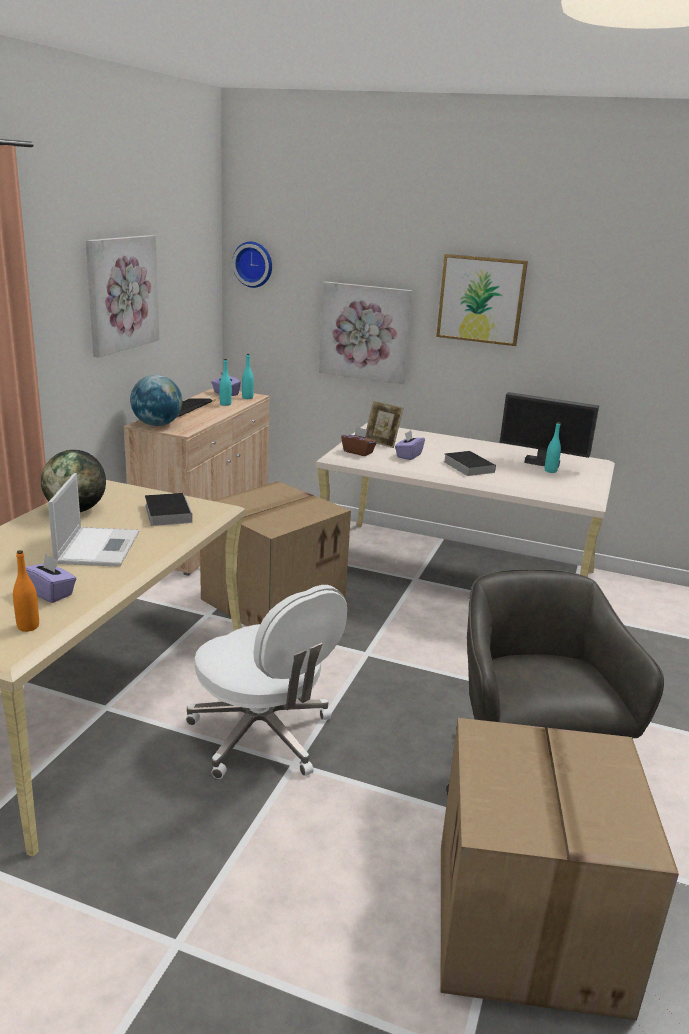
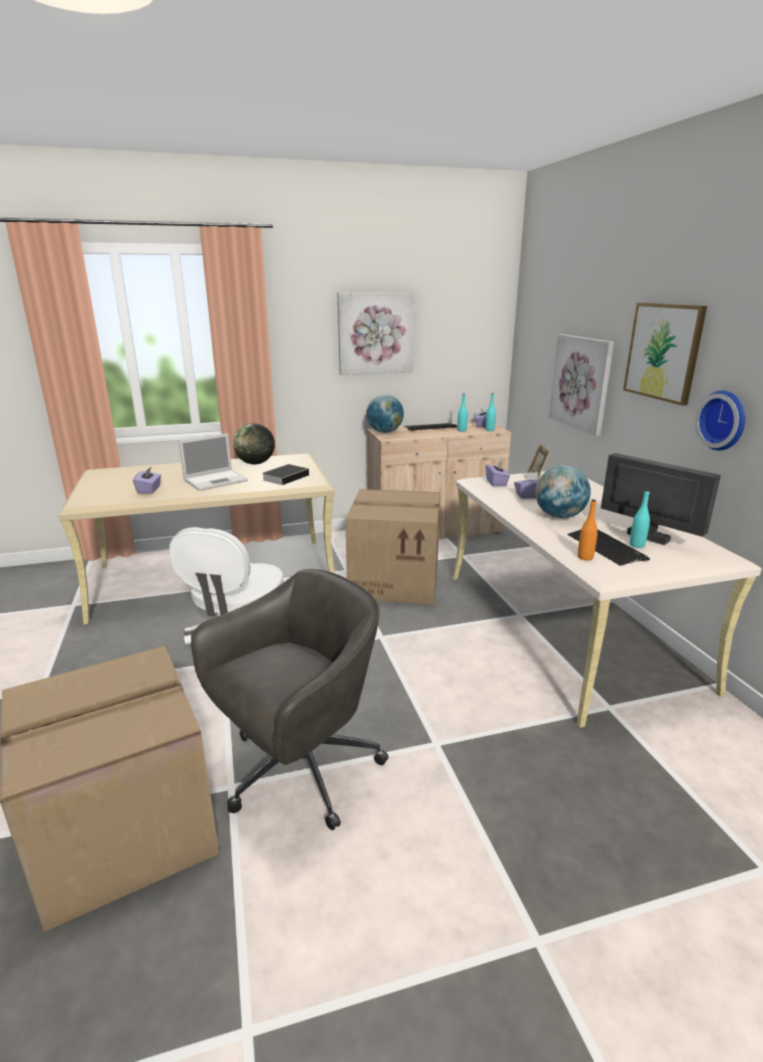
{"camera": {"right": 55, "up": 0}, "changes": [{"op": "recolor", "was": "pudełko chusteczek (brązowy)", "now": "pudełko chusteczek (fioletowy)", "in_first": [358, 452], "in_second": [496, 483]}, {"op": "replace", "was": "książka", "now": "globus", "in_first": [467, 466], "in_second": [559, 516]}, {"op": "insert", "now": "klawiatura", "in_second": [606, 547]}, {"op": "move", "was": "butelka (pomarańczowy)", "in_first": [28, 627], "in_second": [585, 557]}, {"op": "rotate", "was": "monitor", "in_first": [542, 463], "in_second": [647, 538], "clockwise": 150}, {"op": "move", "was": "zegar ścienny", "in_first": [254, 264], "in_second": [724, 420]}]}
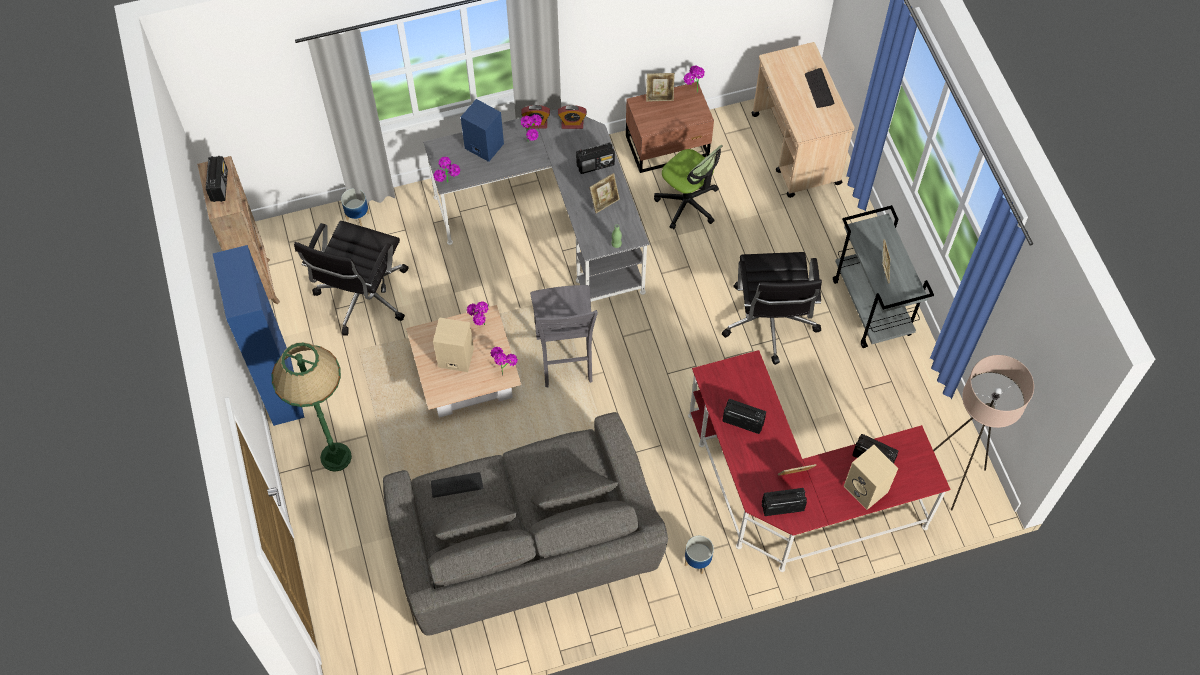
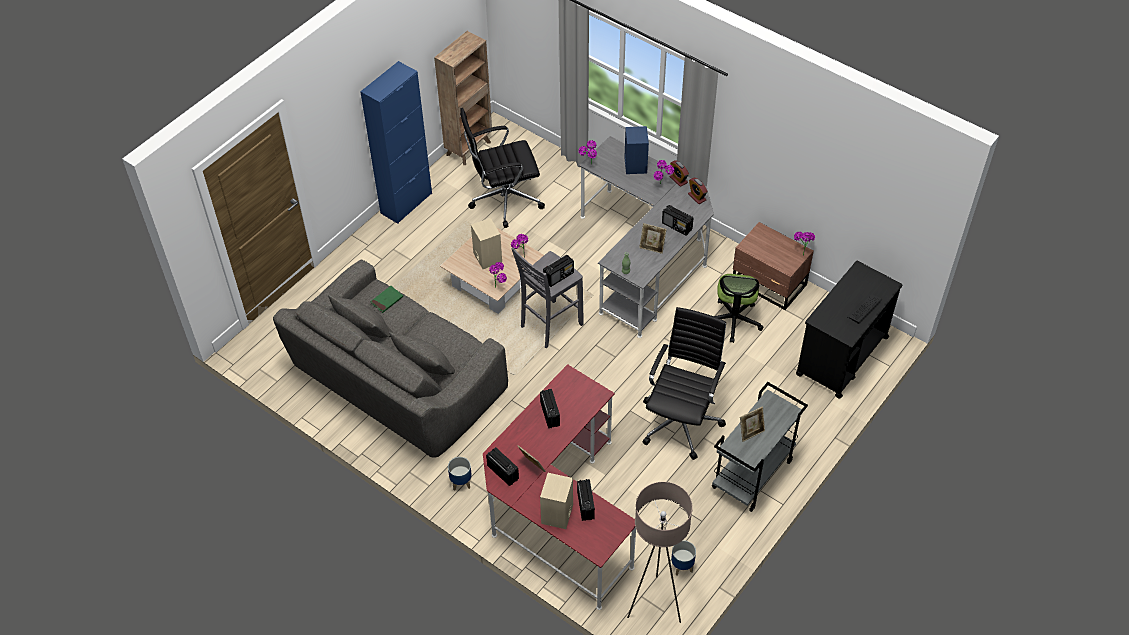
{"camera": {"right": 55, "up": -10}, "changes": [{"op": "replace", "was": "klawiatura", "now": "książka (zielony)", "in_first": [456, 485], "in_second": [387, 300]}, {"op": "move", "was": "radio", "in_first": [219, 185], "in_second": [559, 276]}, {"op": "rotate", "was": "krzesło biurowe (czarny)", "in_first": [769, 323], "in_second": [681, 421], "clockwise": 150}, {"op": "move", "was": "donica", "in_first": [358, 216], "in_second": [682, 566]}, {"op": "recolor", "was": "wózek (beżowy)", "now": "wózek (czarny)", "in_first": [796, 149], "in_second": [841, 356]}, {"op": "delete", "was": "lampa stojąca (zielony)", "in_first": [336, 457]}, {"op": "delete", "was": "ramka na zdjęcie", "in_first": [659, 96]}]}
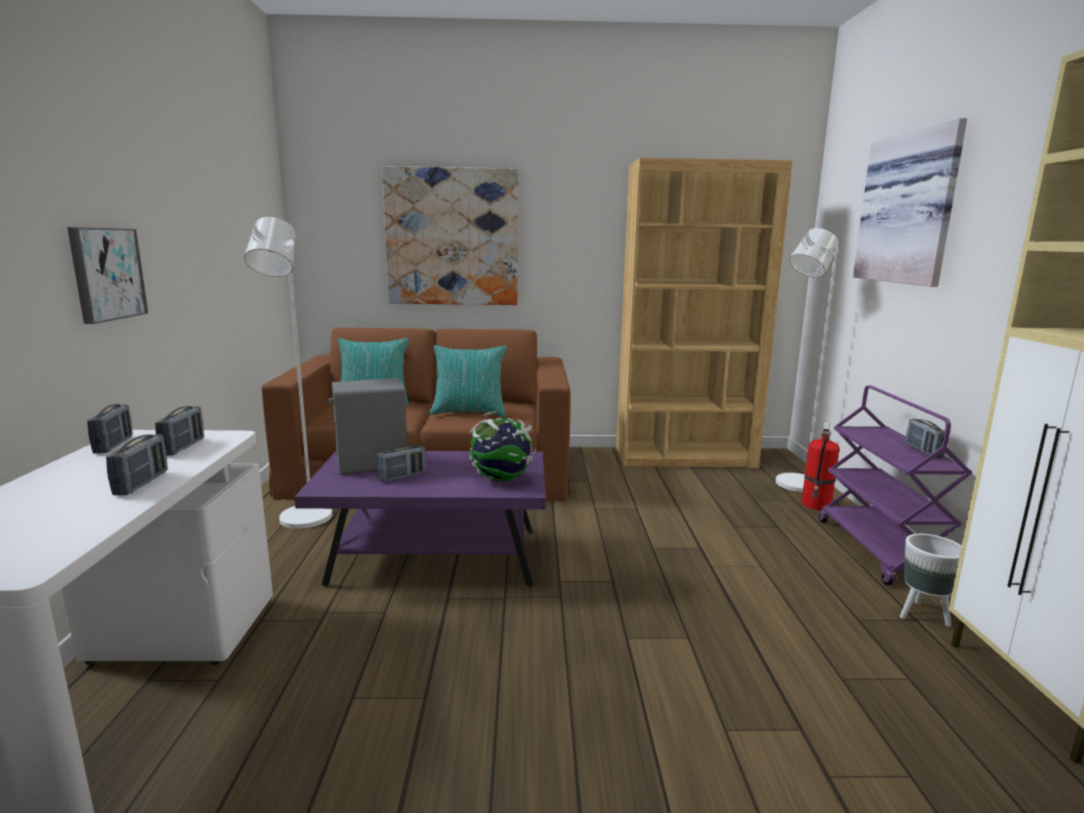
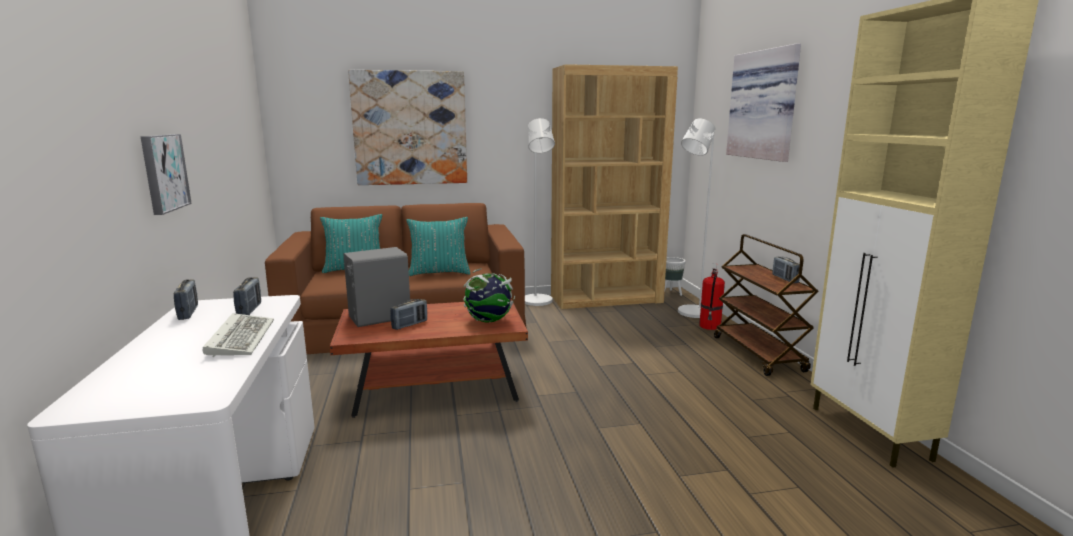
{"camera": {"right": -10, "up": 0}, "changes": [{"op": "replace", "was": "radio", "now": "klawiatura", "in_first": [142, 483], "in_second": [240, 338]}, {"op": "recolor", "was": "ława (fioletowy)", "now": "ława (brązowy)", "in_first": [435, 558], "in_second": [435, 389]}, {"op": "move", "was": "lampa stojąca (biały)", "in_first": [302, 522], "in_second": [538, 302]}, {"op": "move", "was": "donica (biały)", "in_first": [922, 615], "in_second": [671, 293]}, {"op": "recolor", "was": "wózek (fioletowy)", "now": "wózek (brązowy)", "in_first": [879, 551], "in_second": [758, 354]}]}
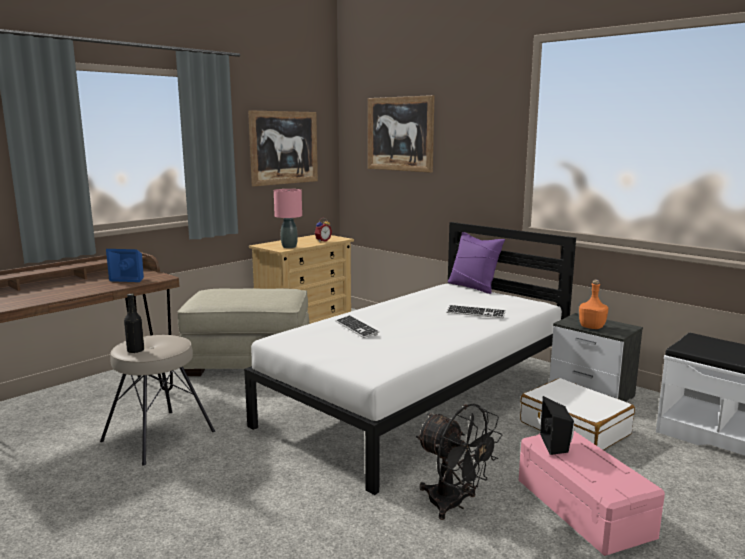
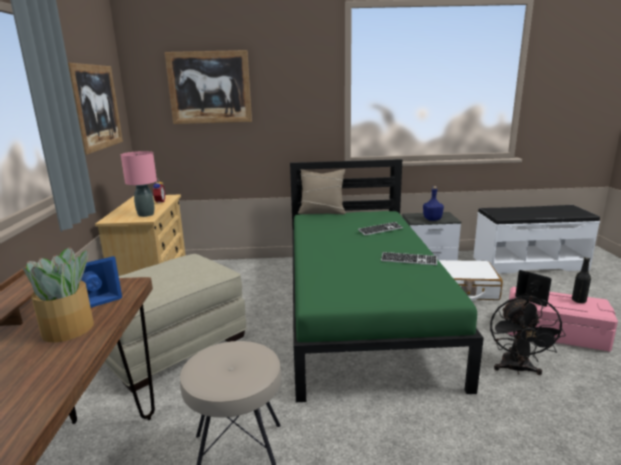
{"camera": {"right": -45, "up": 5}, "changes": [{"op": "insert", "now": "roślina doniczkowa", "in_second": [69, 329]}, {"op": "recolor", "was": "łóżko (biały)", "now": "łóżko (zielony)", "in_first": [421, 399], "in_second": [361, 311]}, {"op": "recolor", "was": "poduszka (fioletowy)", "now": "poduszka (beżowy)", "in_first": [473, 287], "in_second": [322, 212]}, {"op": "move", "was": "klawiatura", "in_first": [356, 328], "in_second": [409, 260]}, {"op": "recolor", "was": "butelka (pomarańczowy)", "now": "butelka (niebieski)", "in_first": [591, 327], "in_second": [432, 219]}, {"op": "rotate", "was": "wentylator (czarny)", "in_first": [454, 504], "in_second": [516, 369], "clockwise": 105}, {"op": "move", "was": "butelka (czarny)", "in_first": [135, 351], "in_second": [578, 300]}]}
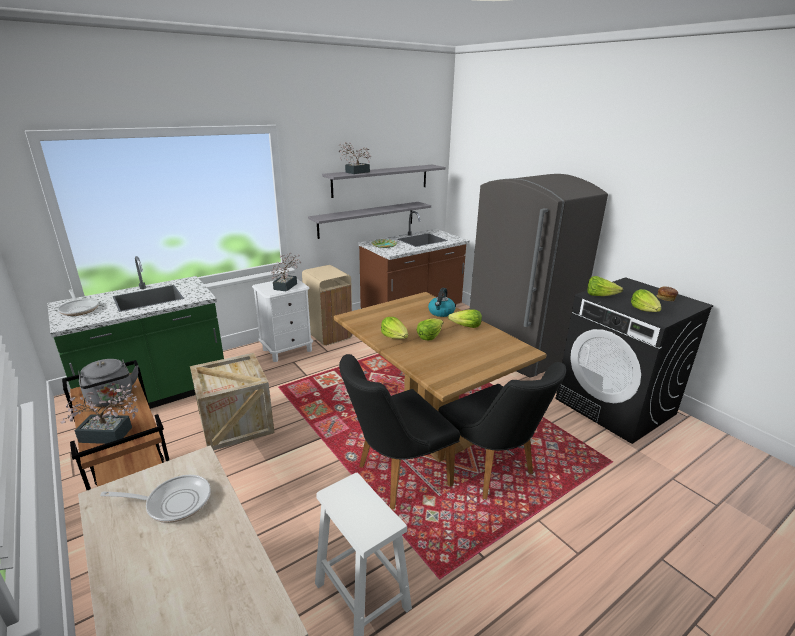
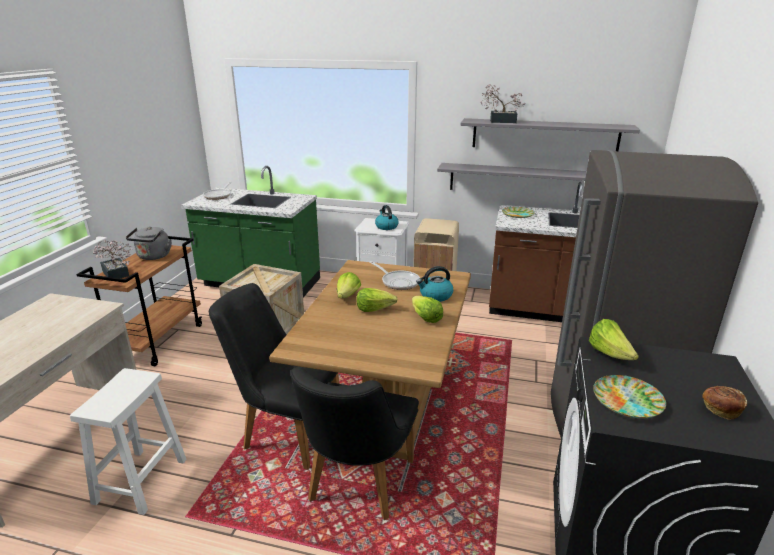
{"camera": {"right": 50, "up": 0}, "changes": [{"op": "move", "was": "patelnia", "in_first": [174, 502], "in_second": [398, 282]}, {"op": "replace", "was": "roślina doniczkowa", "now": "czajnik", "in_first": [287, 285], "in_second": [386, 226]}, {"op": "replace", "was": "sałata", "now": "talerz", "in_first": [645, 310], "in_second": [628, 400]}]}
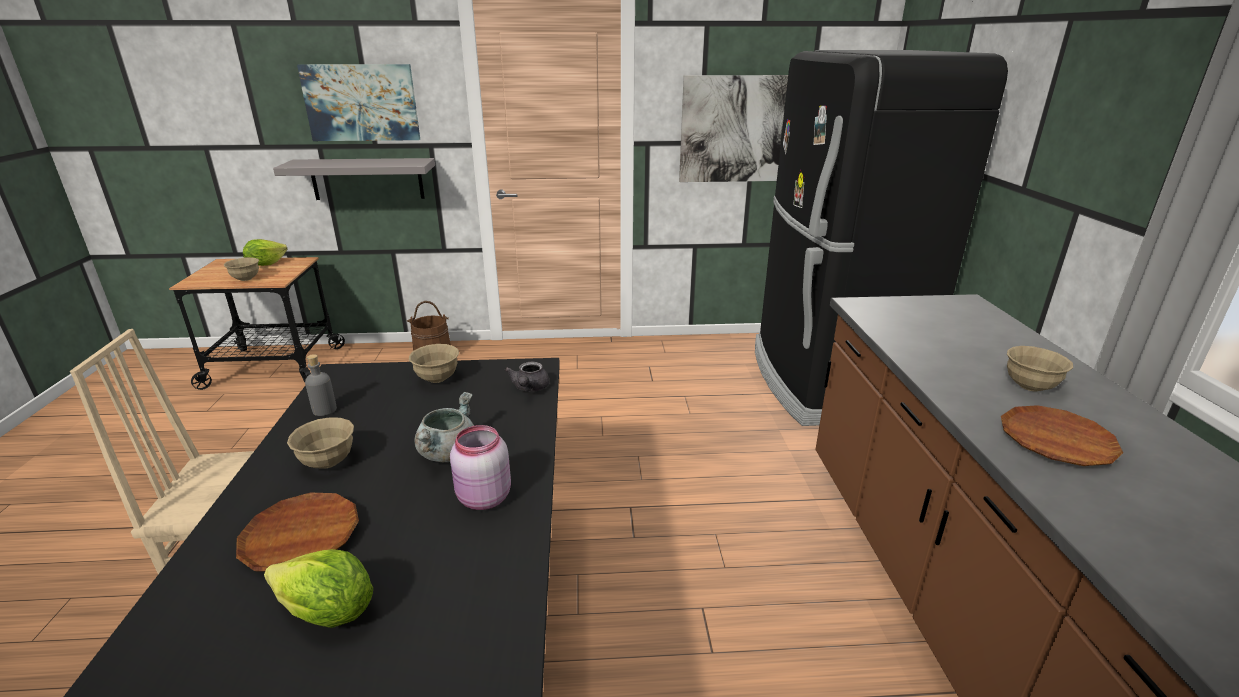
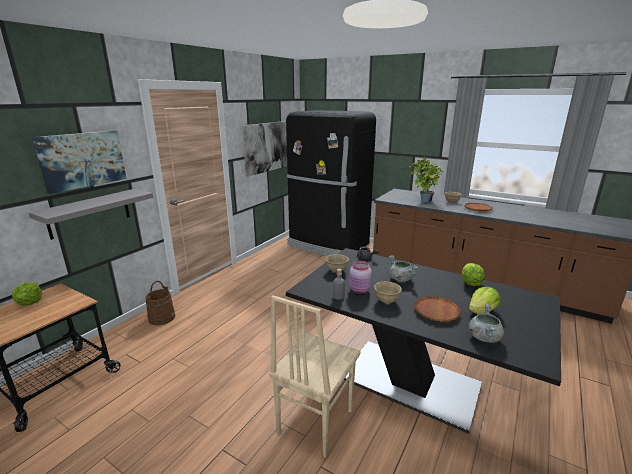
{"camera": {"right": -55, "up": -5}, "changes": [{"op": "move", "was": "słoik (różowy)", "in_first": [483, 498], "in_second": [359, 290]}, {"op": "insert", "now": "roślina doniczkowa", "in_second": [422, 201]}, {"op": "insert", "now": "sałata", "in_second": [470, 283]}, {"op": "insert", "now": "garnek (szary)", "in_second": [484, 337]}, {"op": "delete", "was": "miska (beżowy)", "in_first": [246, 279]}]}
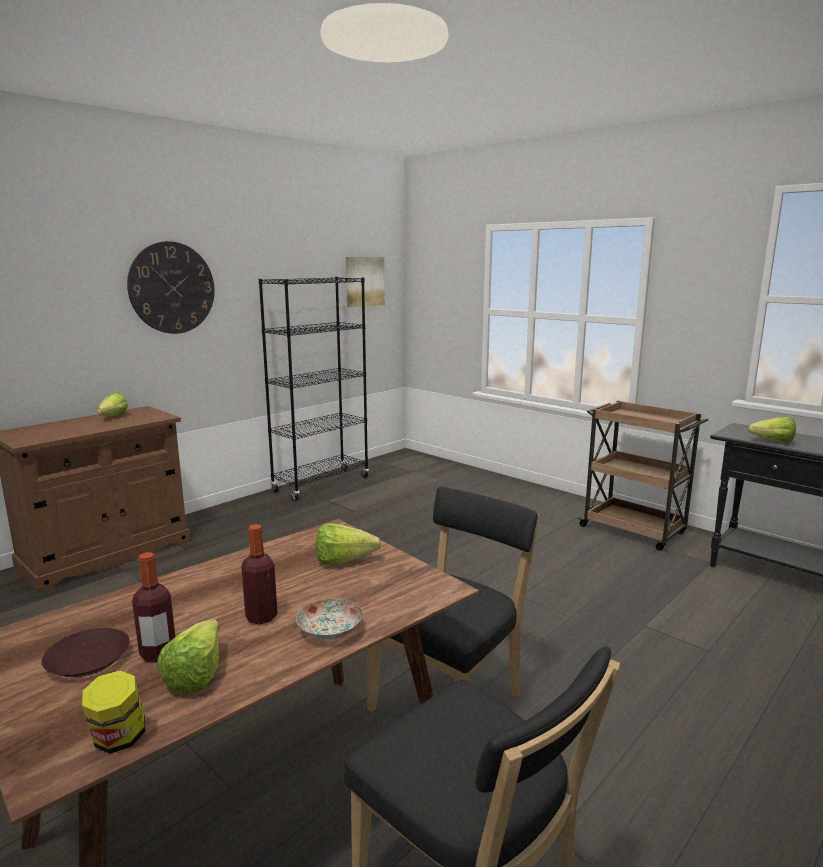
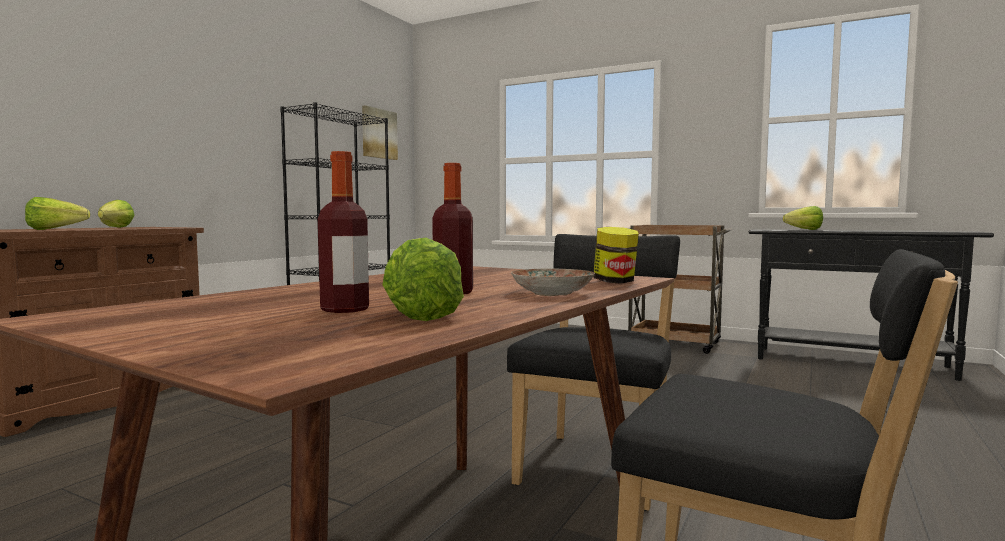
{"camera": {"right": -15, "up": -10}, "changes": [{"op": "move", "was": "sałata", "in_first": [349, 561], "in_second": [60, 229]}, {"op": "move", "was": "słoik", "in_first": [119, 739], "in_second": [614, 282]}, {"op": "delete", "was": "talerz (brązowy)", "in_first": [89, 659]}, {"op": "delete", "was": "zegar ścienny", "in_first": [172, 288]}]}
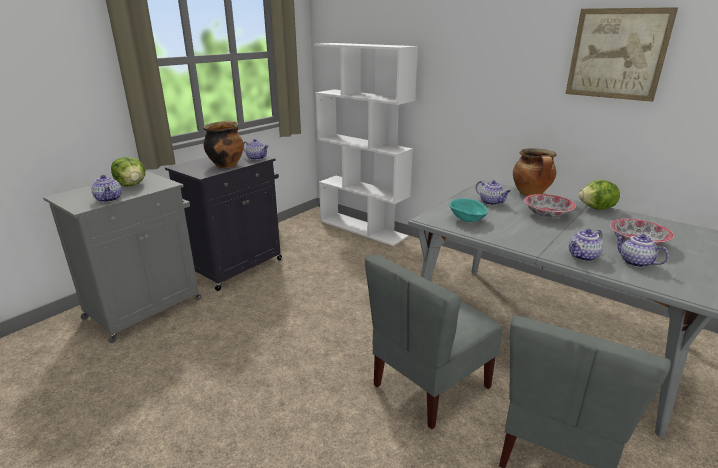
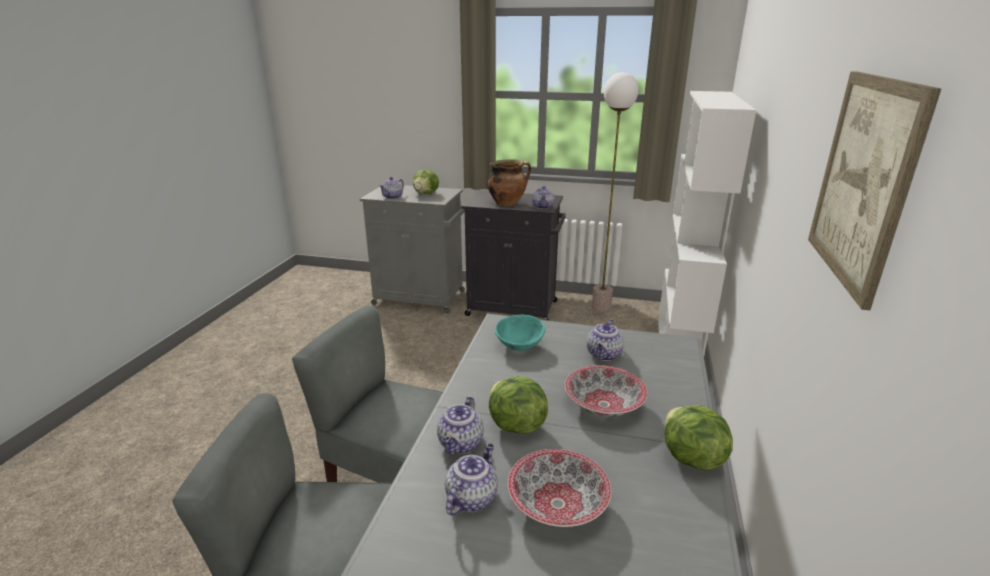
{"camera": {"right": 65, "up": 0}, "changes": [{"op": "rotate", "was": "imbryk", "in_first": [583, 256], "in_second": [460, 444], "clockwise": -105}, {"op": "insert", "now": "sałata", "in_second": [515, 425]}, {"op": "insert", "now": "lampa stojąca", "in_second": [601, 307]}, {"op": "delete", "was": "garnek", "in_first": [531, 194]}]}
